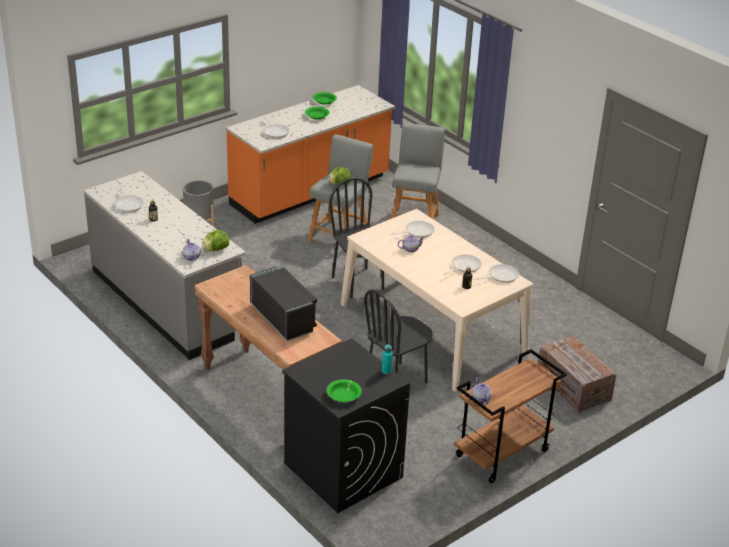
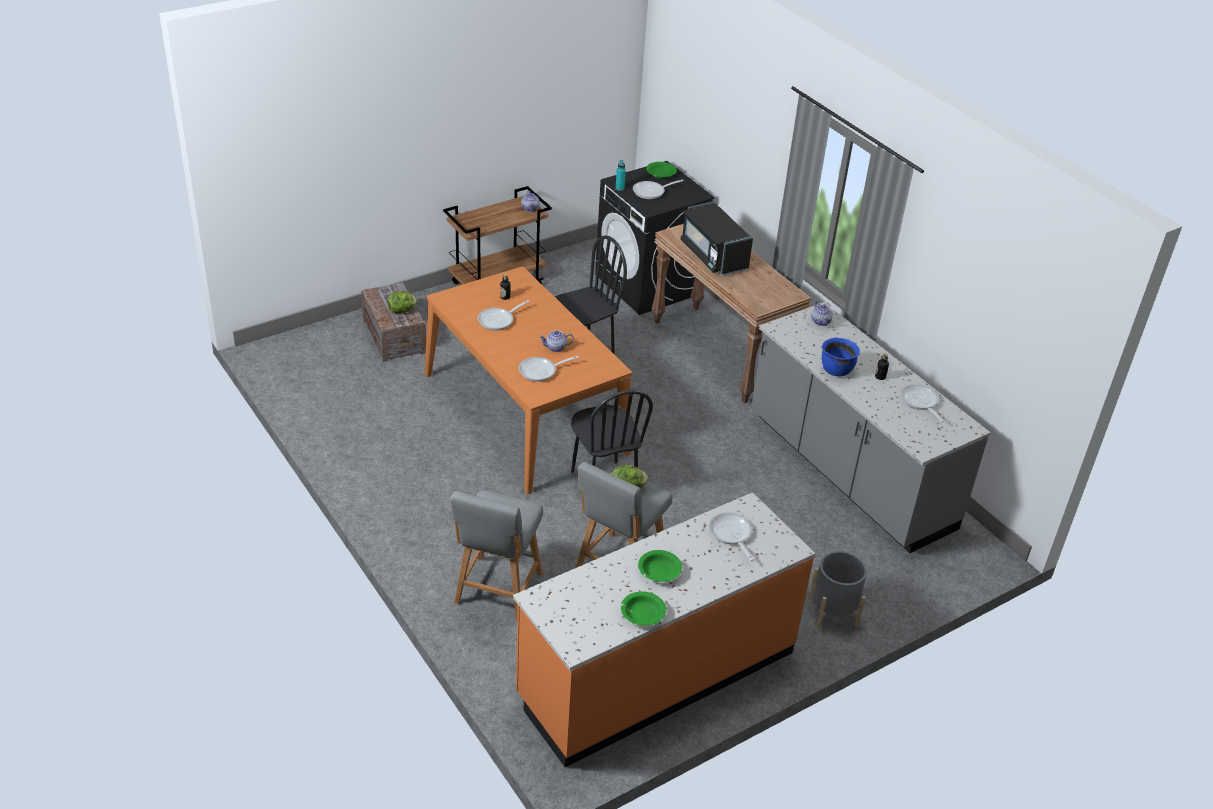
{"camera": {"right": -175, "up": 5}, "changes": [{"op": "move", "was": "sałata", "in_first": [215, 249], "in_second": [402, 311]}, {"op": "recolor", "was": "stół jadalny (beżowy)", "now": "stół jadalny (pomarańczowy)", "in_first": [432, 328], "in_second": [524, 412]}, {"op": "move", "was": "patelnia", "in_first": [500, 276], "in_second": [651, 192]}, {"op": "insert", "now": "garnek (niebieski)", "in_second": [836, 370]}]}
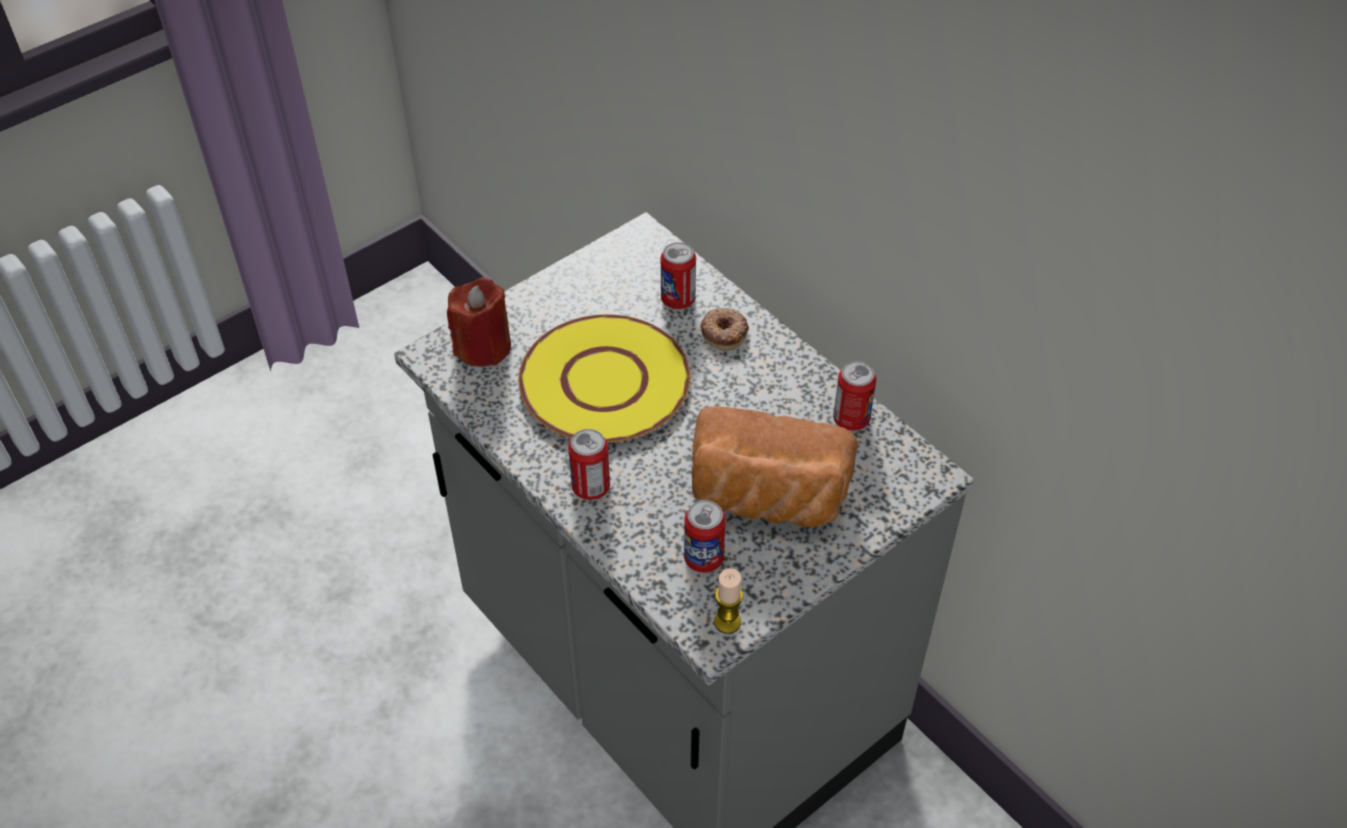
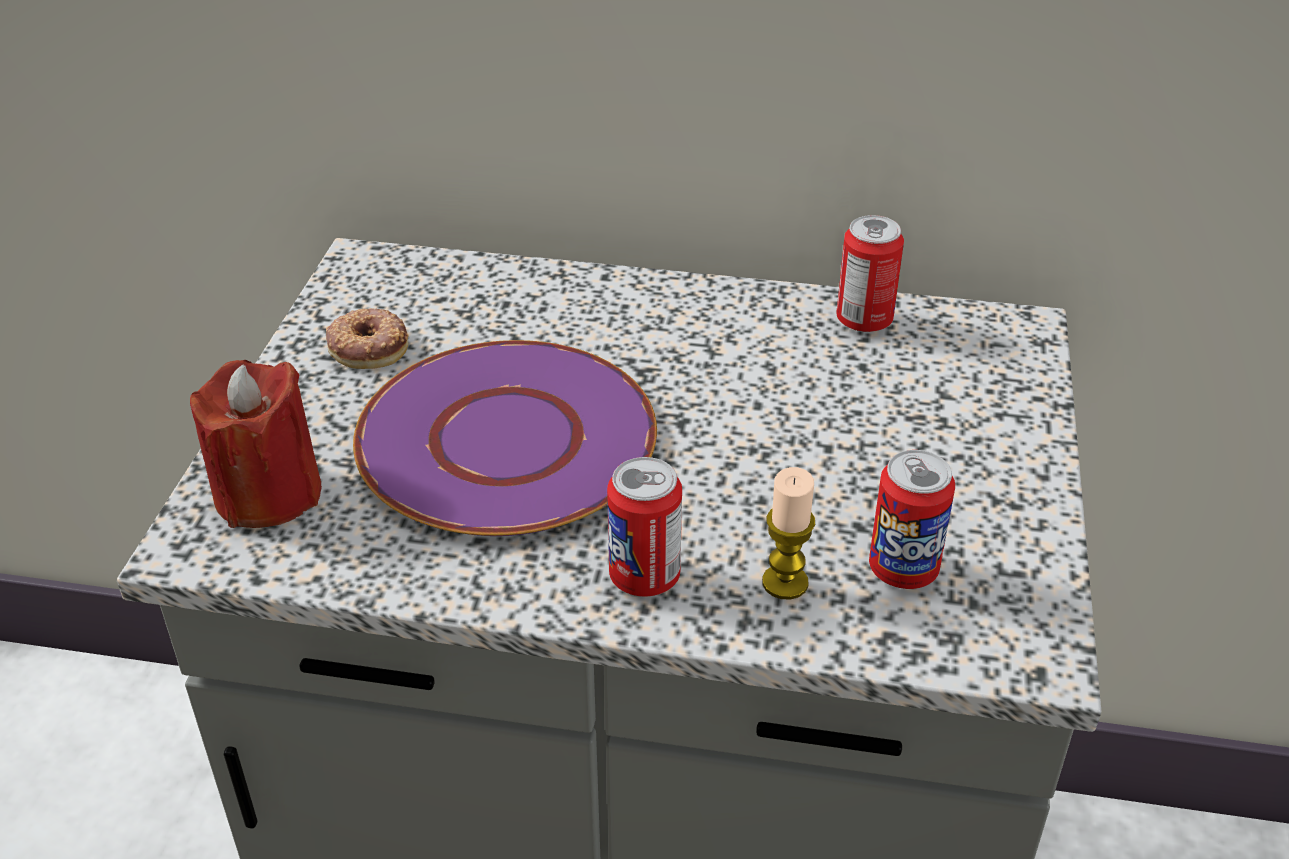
{"camera": {"right": -40, "up": -10}, "changes": [{"op": "move", "was": "donut", "in_first": [724, 332], "in_second": [368, 346]}, {"op": "recolor", "was": "talerz (żółty)", "now": "talerz (fioletowy)", "in_first": [606, 381], "in_second": [508, 440]}, {"op": "move", "was": "świeca", "in_first": [727, 622], "in_second": [785, 582]}, {"op": "delete", "was": "puszka", "in_first": [678, 299]}, {"op": "delete", "was": "chleb", "in_first": [766, 499]}]}
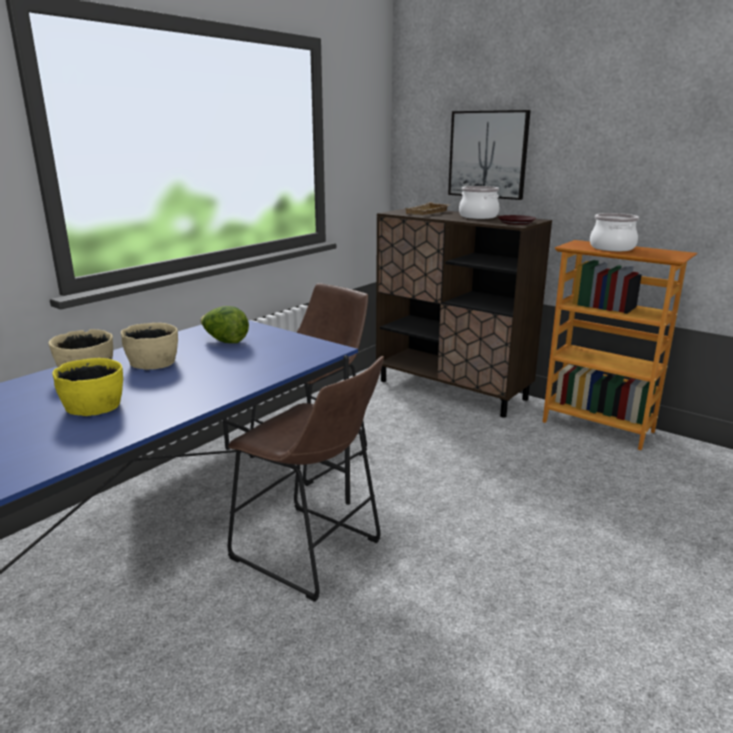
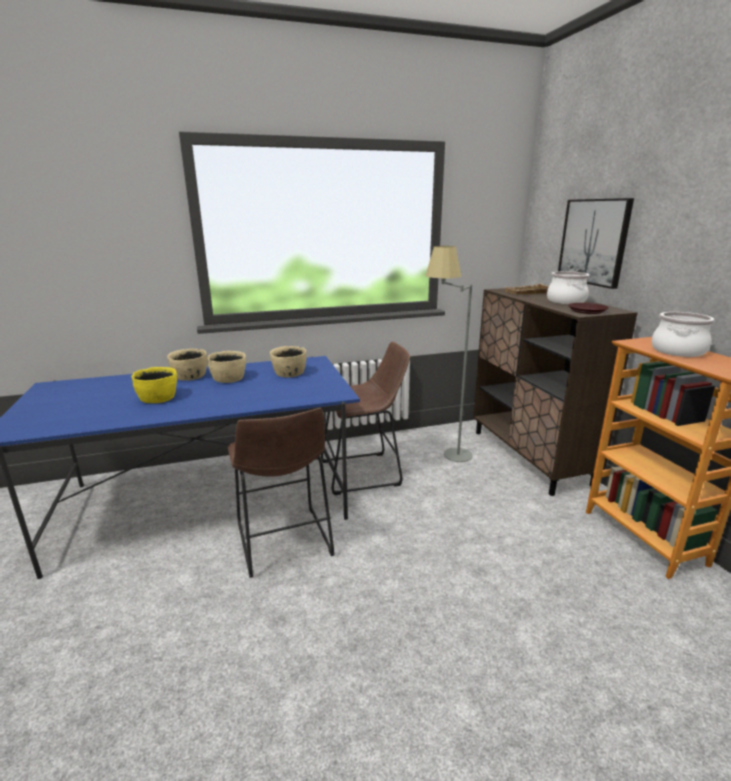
{"camera": {"right": 35, "up": 0}, "changes": [{"op": "replace", "was": "sałata", "now": "miska (beżowy)", "in_first": [225, 341], "in_second": [289, 373]}, {"op": "insert", "now": "lampa stojąca (szary)", "in_second": [444, 453]}]}
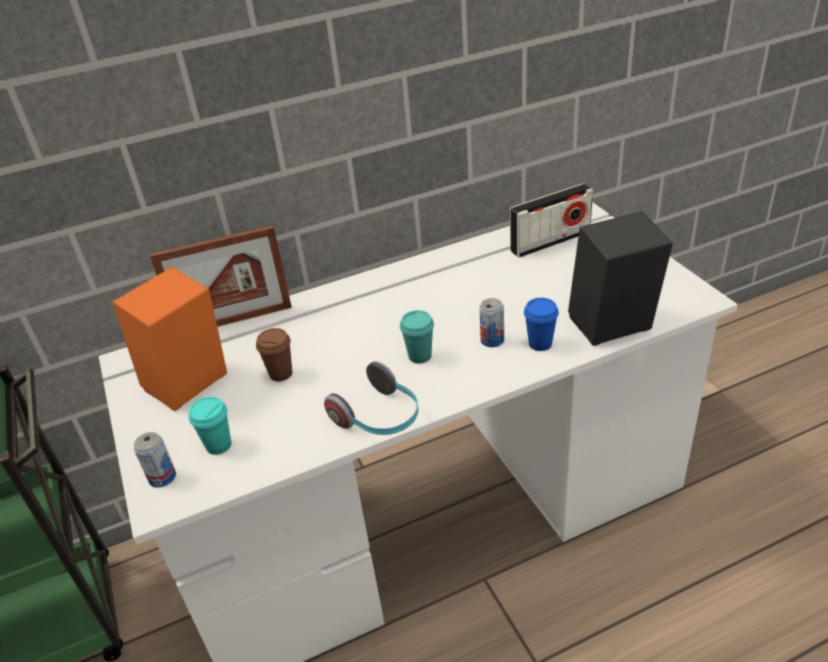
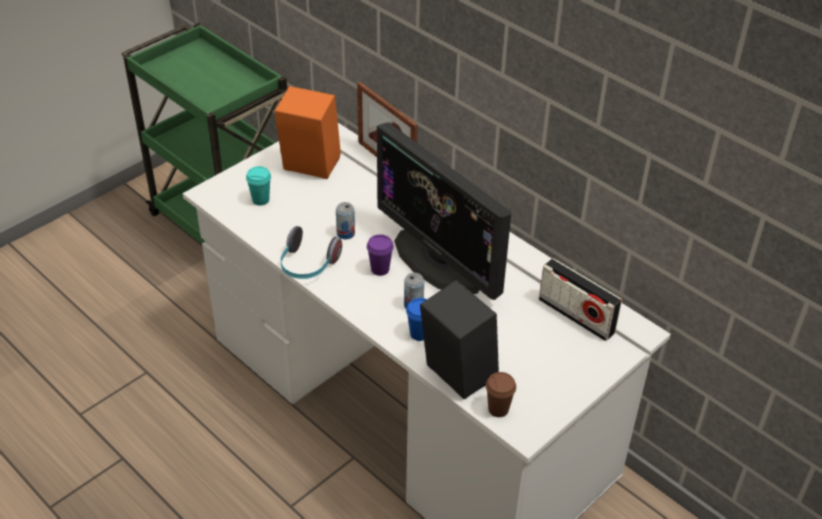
{"camera": {"right": 65, "up": 5}, "changes": [{"op": "move", "was": "puszka", "in_first": [162, 477], "in_second": [345, 233]}, {"op": "recolor", "was": "filiżanka (turkusowy)", "now": "filiżanka (fioletowy)", "in_first": [420, 356], "in_second": [380, 269]}, {"op": "insert", "now": "monitor", "in_second": [438, 261]}, {"op": "move", "was": "filiżanka (brązowy)", "in_first": [281, 374], "in_second": [498, 409]}]}
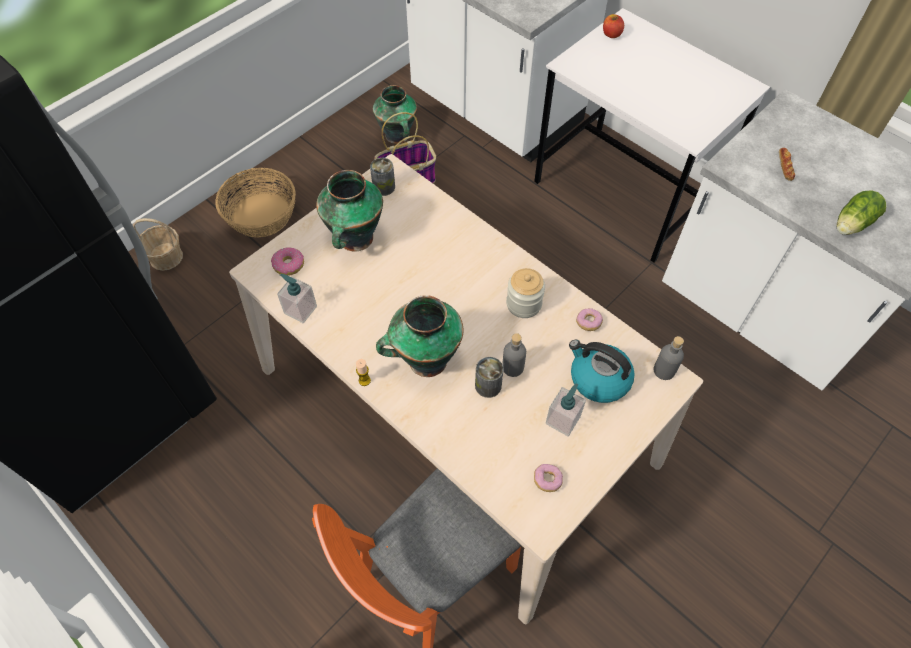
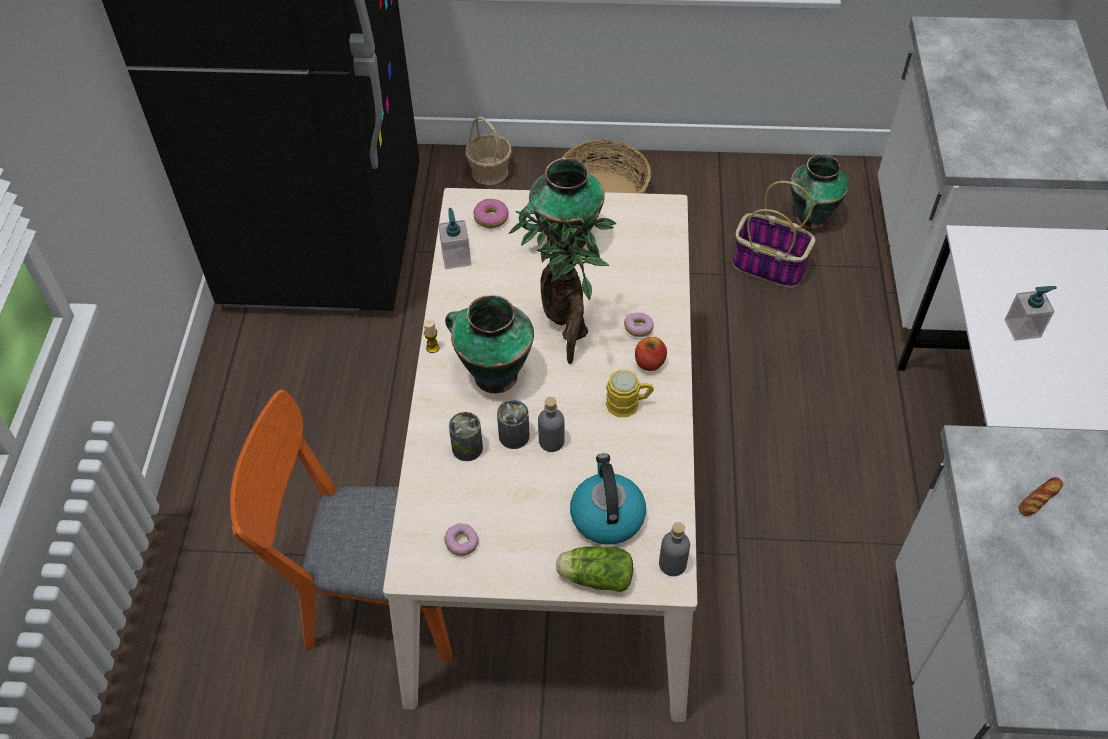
{"camera": {"right": 50, "up": -5}, "changes": [{"op": "move", "was": "puszka", "in_first": [384, 187], "in_second": [467, 448]}, {"op": "insert", "now": "roślina doniczkowa", "in_second": [567, 330]}, {"op": "move", "was": "sałata", "in_first": [851, 224], "in_second": [594, 577]}, {"op": "replace", "was": "słoik", "now": "kubek (żółty)", "in_first": [523, 304], "in_second": [629, 404]}, {"op": "move", "was": "donut", "in_first": [588, 323], "in_second": [638, 328]}, {"op": "move", "was": "jabłko", "in_first": [611, 34], "in_second": [649, 362]}, {"op": "move", "was": "dozownik mydła", "in_first": [563, 420], "in_second": [1022, 328]}]}
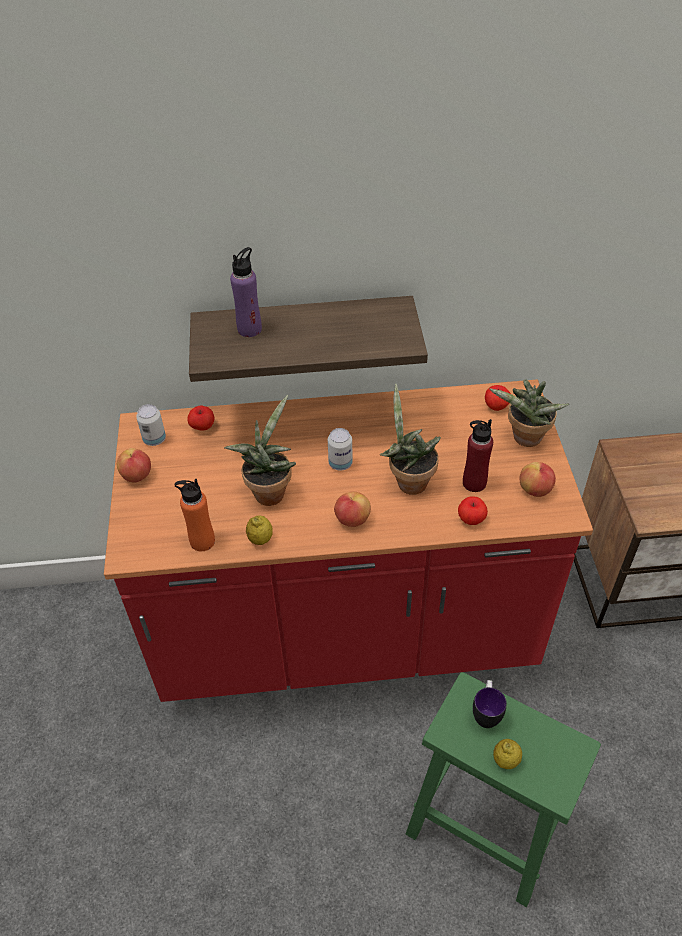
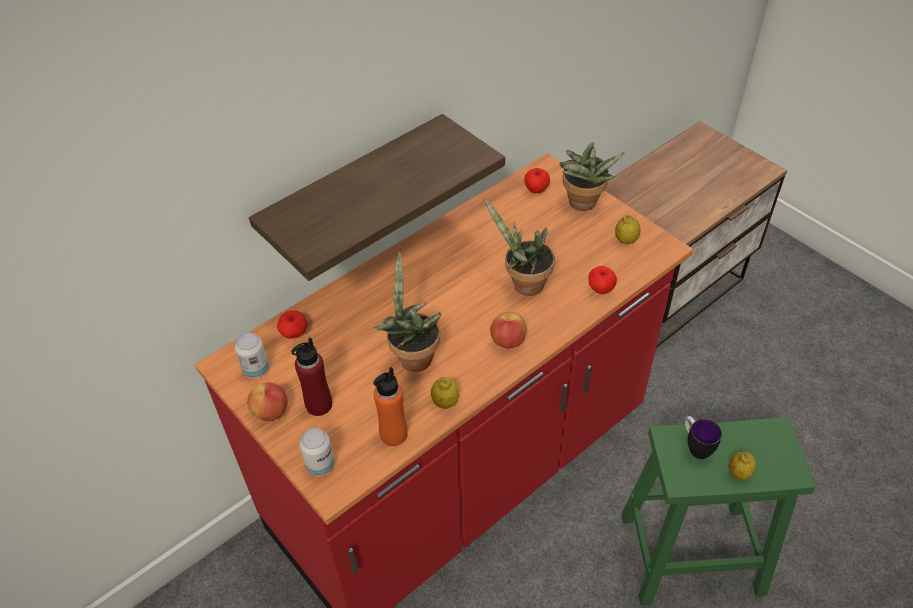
{"camera": {"right": -35, "up": 0}, "changes": [{"op": "move", "was": "butelka (czerwony)", "in_first": [474, 483], "in_second": [319, 405]}, {"op": "move", "was": "puszka", "in_first": [340, 463], "in_second": [320, 465]}, {"op": "replace", "was": "jabłko", "now": "cytryna", "in_first": [535, 490], "in_second": [626, 240]}, {"op": "delete", "was": "butelka (fioletowy)", "in_first": [249, 329]}]}
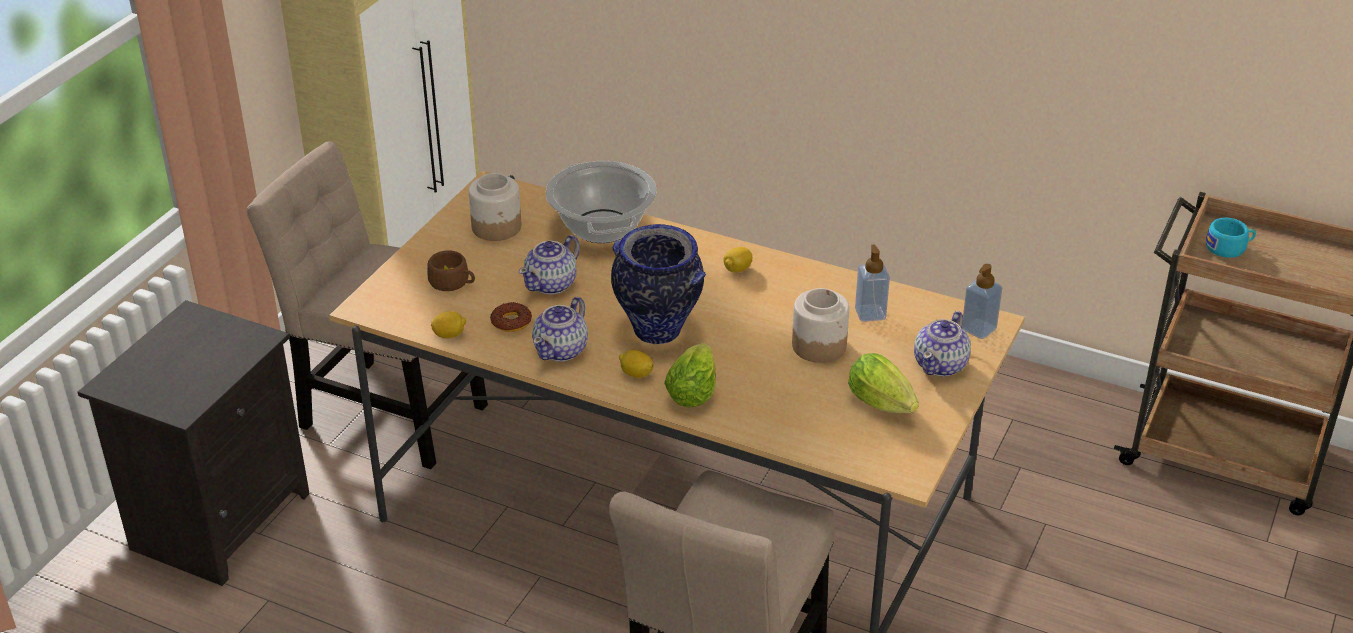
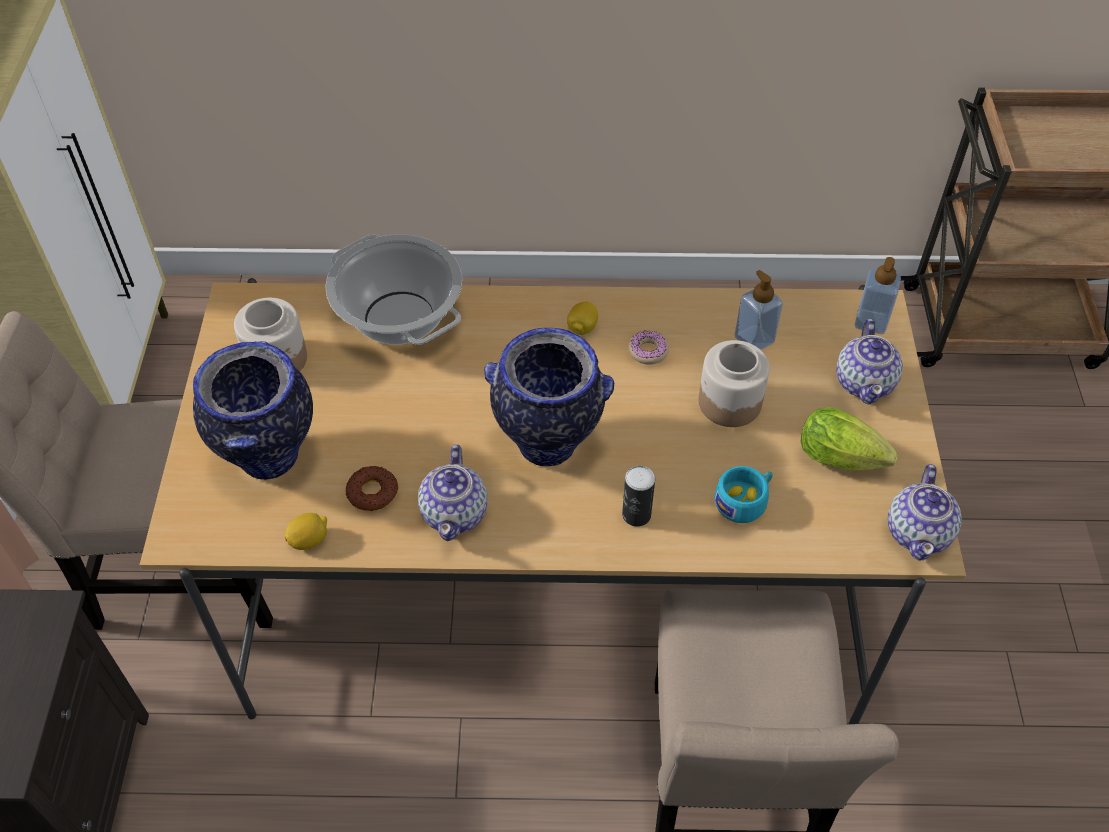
{"camera": {"right": -25, "up": 15}, "changes": [{"op": "replace", "was": "filiżanka (brązowy)", "now": "wazon", "in_first": [453, 283], "in_second": [270, 459]}, {"op": "replace", "was": "sałata", "now": "puszka", "in_first": [694, 390], "in_second": [636, 515]}, {"op": "insert", "now": "donut", "in_second": [648, 351]}, {"op": "move", "was": "filiżanka (turkusowy)", "in_first": [1229, 248], "in_second": [744, 501]}, {"op": "move", "was": "imbryk", "in_first": [552, 284], "in_second": [919, 532]}, {"op": "delete", "was": "cytryna", "in_first": [636, 374]}]}
